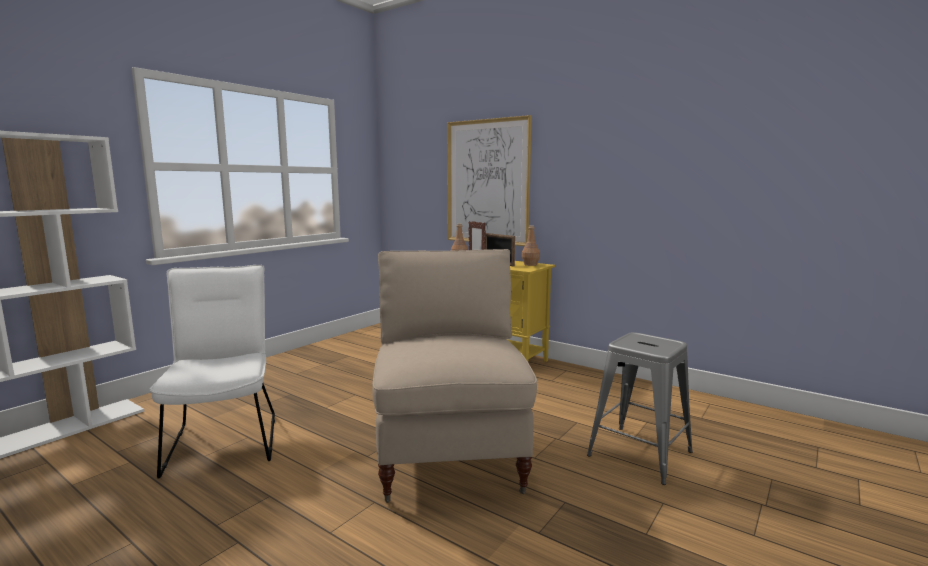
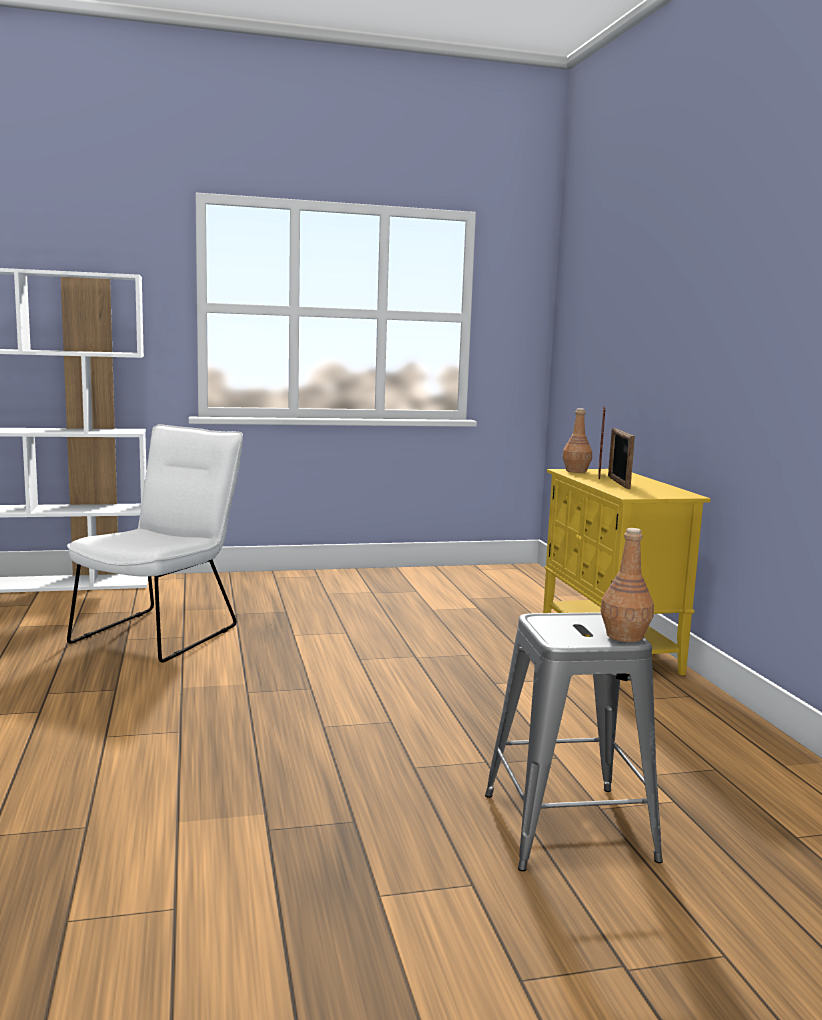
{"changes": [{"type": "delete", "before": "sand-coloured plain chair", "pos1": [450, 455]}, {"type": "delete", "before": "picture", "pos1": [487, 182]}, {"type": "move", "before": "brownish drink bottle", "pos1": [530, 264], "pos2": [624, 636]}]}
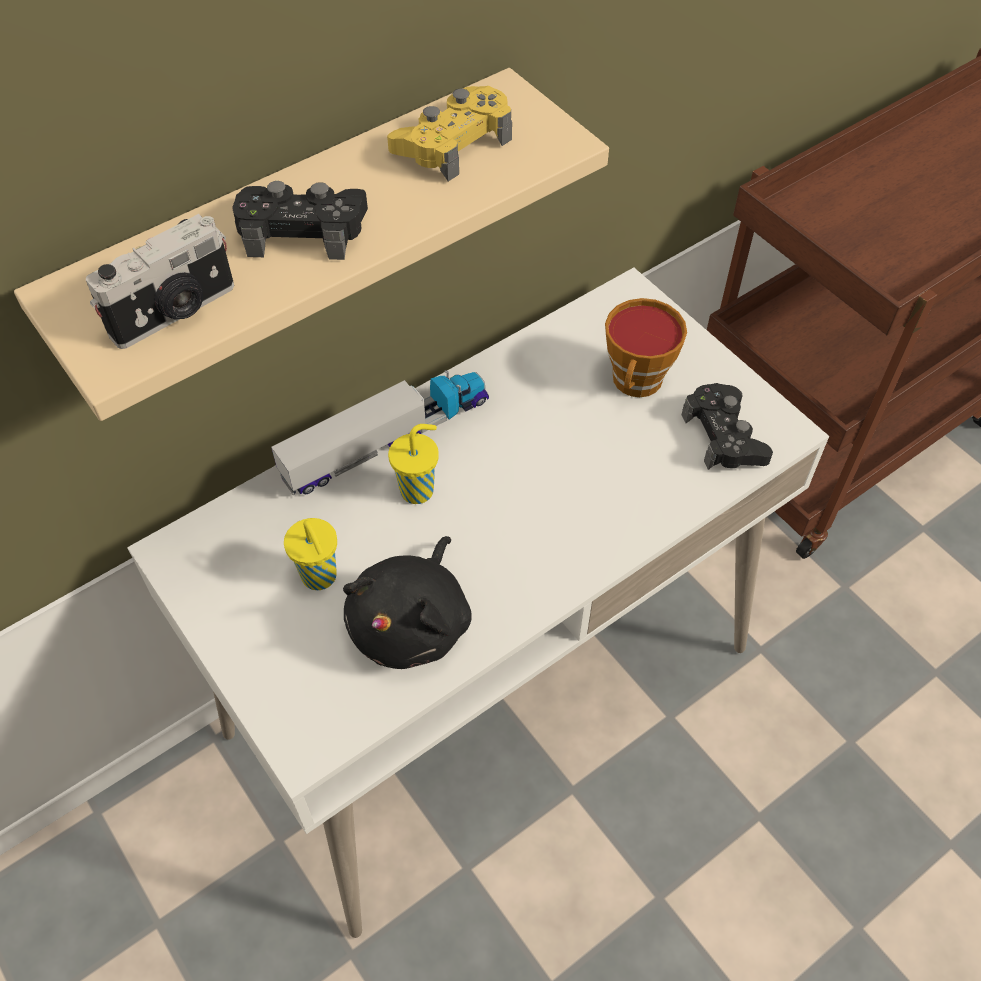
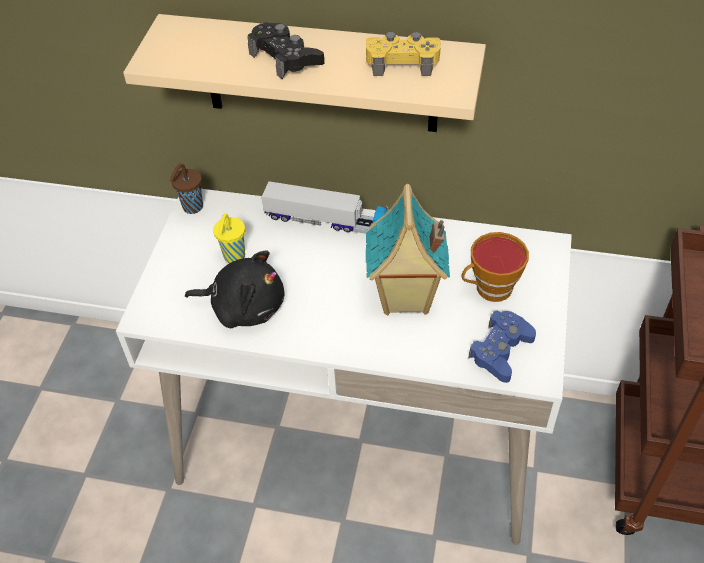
{"changes": [{"type": "delete", "before": "still camera", "pos1": [175, 313]}, {"type": "delete", "before": "yellow-coloured cup", "pos1": [419, 489]}, {"type": "insert", "after": "brownish cup", "pos2": [191, 208]}, {"type": "insert", "after": "toy house", "pos2": [404, 299]}, {"type": "recolor", "before": "blackish gamepad", "after": "bluish gamepad", "pos1": [724, 436], "pos2": [500, 350]}, {"type": "rotate", "before": "blackish soft toy", "pos1": [413, 622], "pos2": [244, 307], "turn": -150}]}
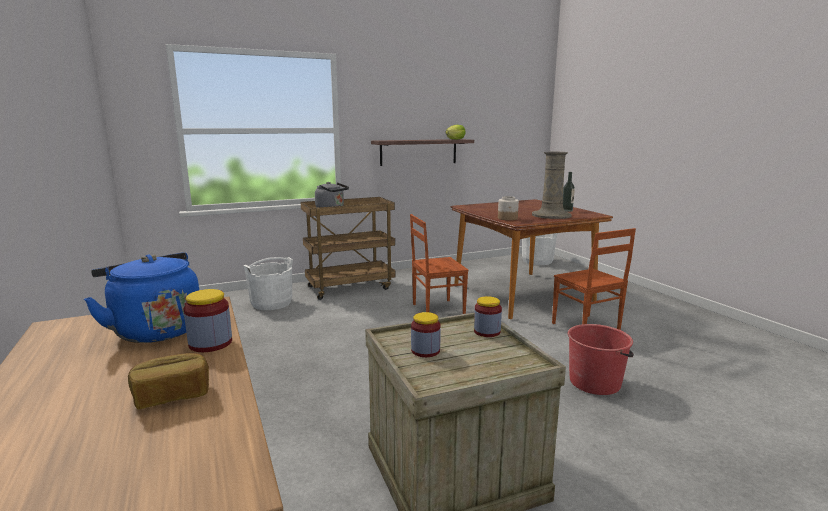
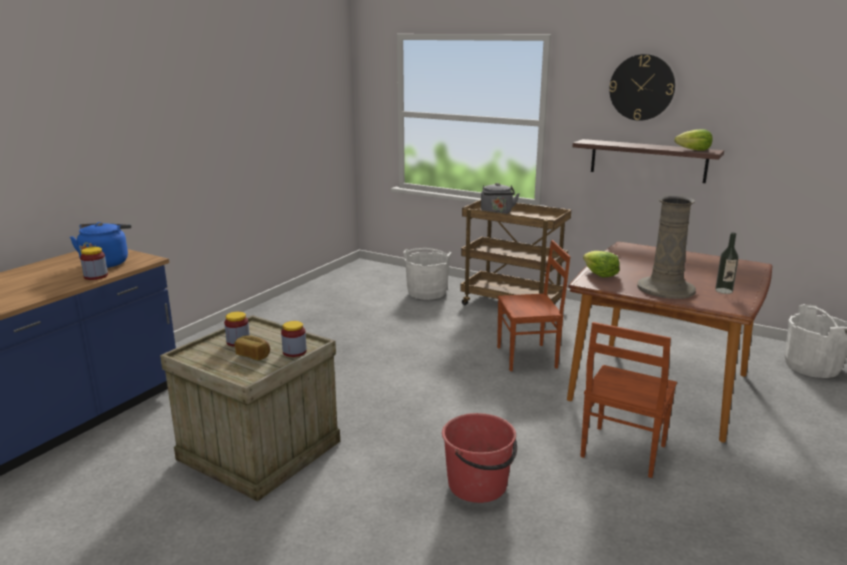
{"changes": [{"type": "insert", "after": "clock on the wall", "pos2": [641, 87]}, {"type": "move", "before": "bakery bread", "pos1": [172, 395], "pos2": [253, 355]}, {"type": "replace", "before": "jar", "after": "lettuce", "pos1": [507, 218], "pos2": [599, 274]}, {"type": "rotate", "before": "brownish plain chair", "pos1": [437, 309], "pos2": [528, 357], "turn": 135}]}
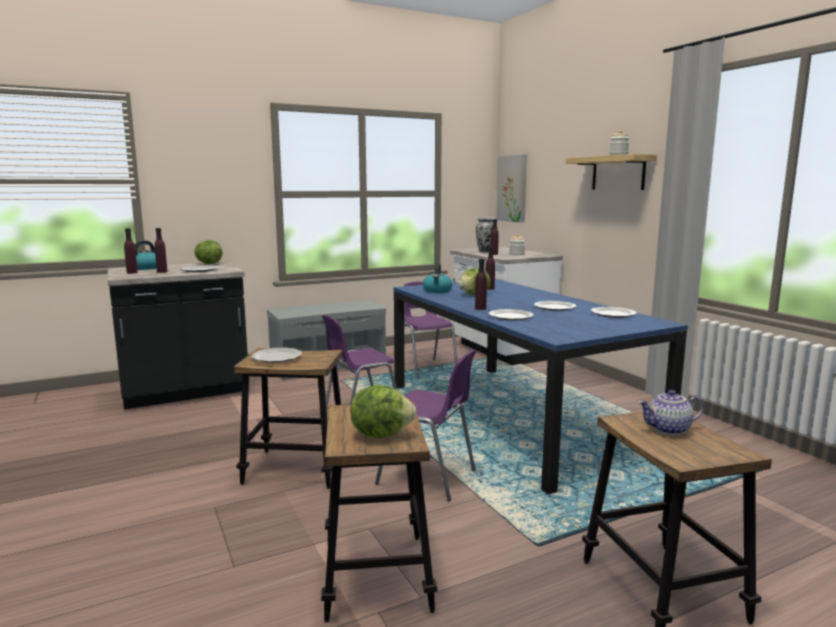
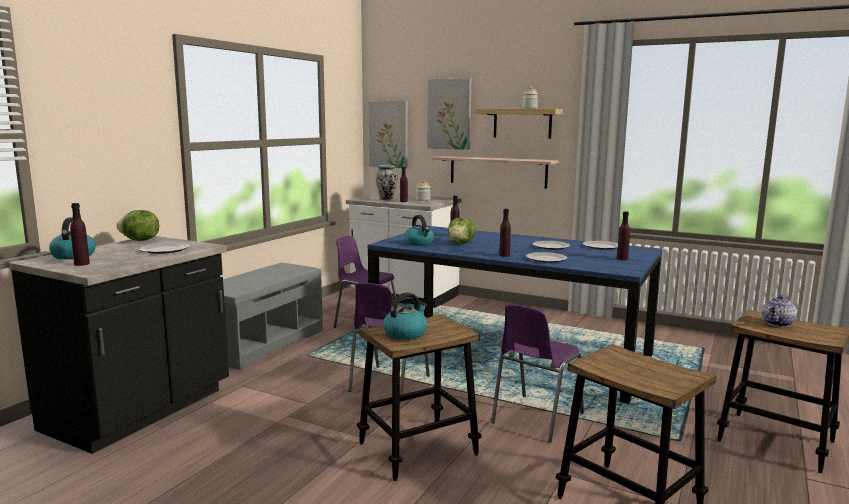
{"changes": [{"type": "delete", "before": "lettuce", "pos1": [381, 433]}, {"type": "insert", "after": "picture", "pos2": [449, 114]}, {"type": "insert", "after": "shelf", "pos2": [497, 171]}, {"type": "move", "before": "purple-coloured drink bottle", "pos1": [162, 272], "pos2": [622, 259]}, {"type": "replace", "before": "plate", "after": "kettle", "pos1": [276, 357], "pos2": [405, 333]}, {"type": "rotate", "before": "purple-coloured plain chair", "pos1": [429, 478], "pos2": [535, 419], "turn": 135}]}
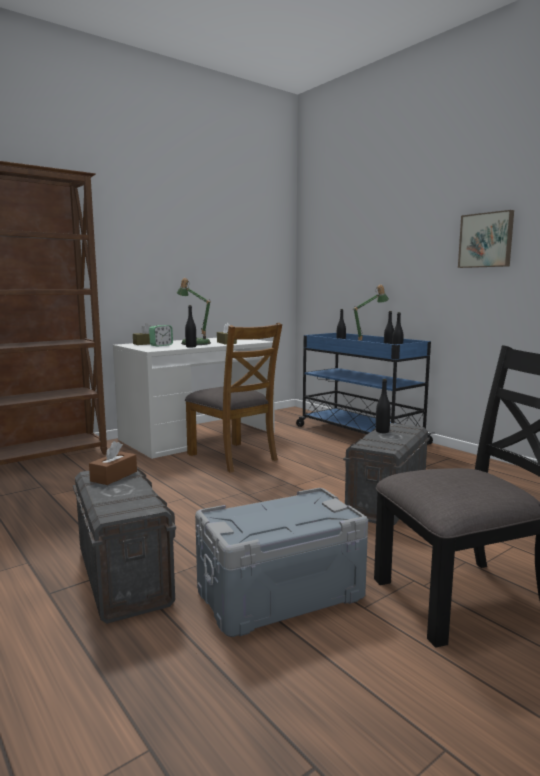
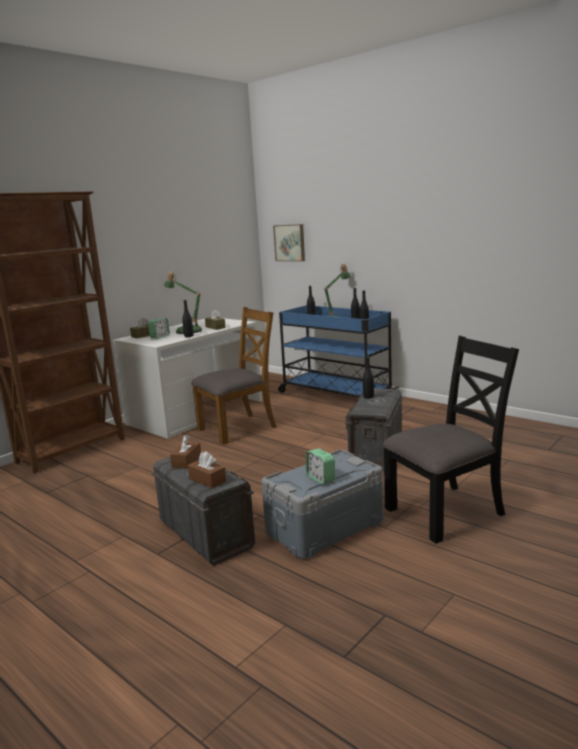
{"changes": [{"type": "insert", "after": "brownish box of tissues", "pos2": [207, 480]}, {"type": "insert", "after": "table clock", "pos2": [321, 478]}, {"type": "move", "before": "picture", "pos1": [486, 240], "pos2": [290, 242]}, {"type": "rotate", "before": "brownish plain chair", "pos1": [233, 457], "pos2": [238, 428], "turn": -75}]}
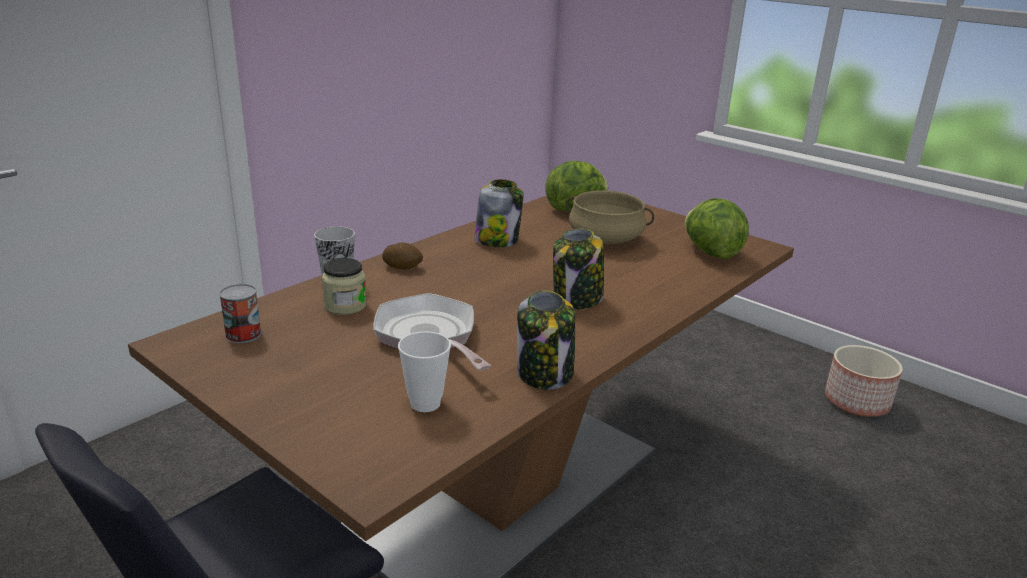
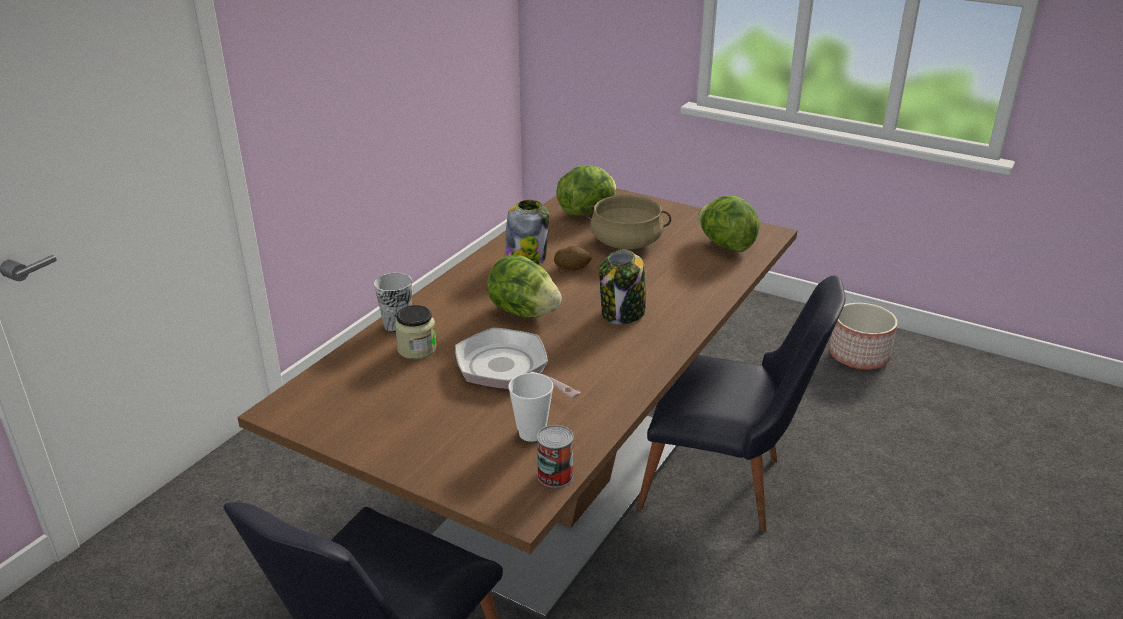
{"changes": [{"type": "delete", "before": "jar", "pos1": [545, 373]}, {"type": "insert", "after": "lettuce", "pos2": [523, 313]}, {"type": "insert", "after": "blackish plain chair", "pos2": [726, 487]}, {"type": "move", "before": "can", "pos1": [243, 334], "pos2": [555, 475]}, {"type": "move", "before": "potato", "pos1": [402, 267], "pos2": [572, 267]}]}
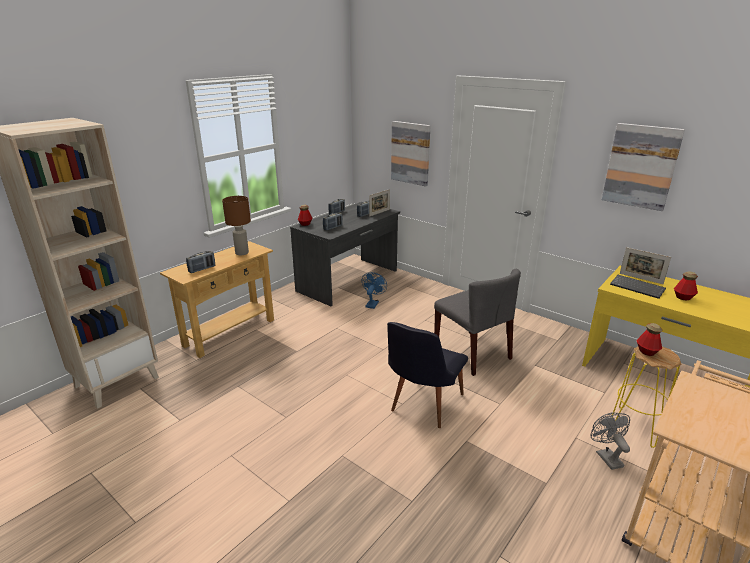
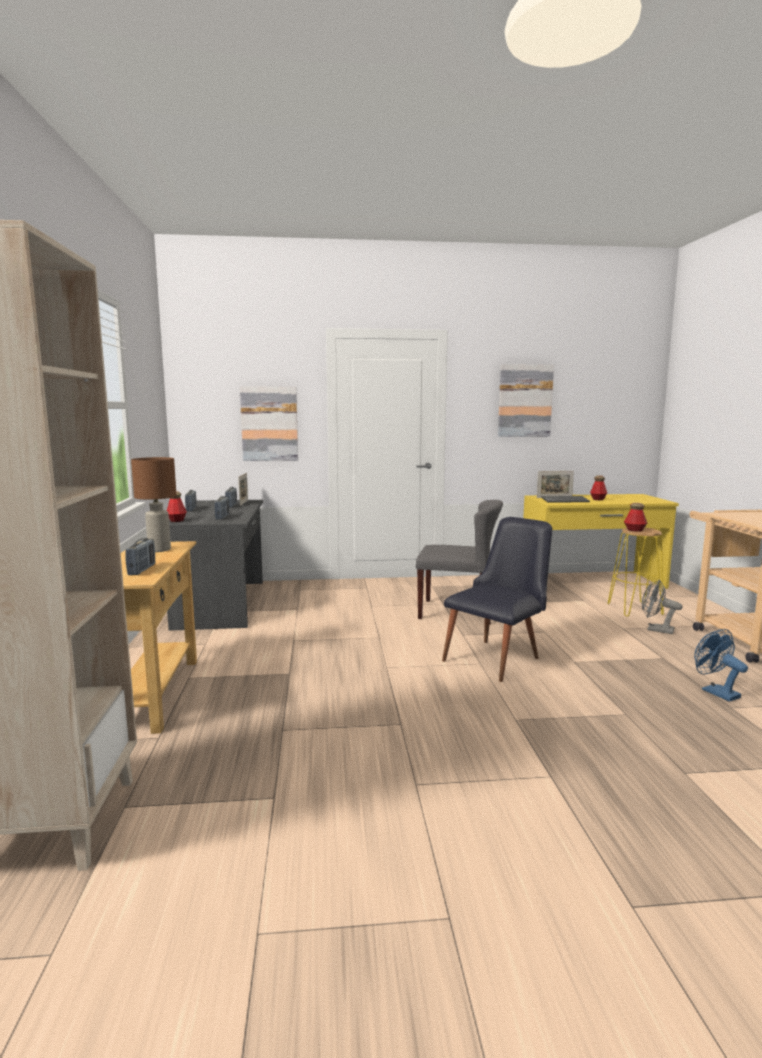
{"changes": [{"type": "move", "before": "bluish electric fan", "pos1": [373, 303], "pos2": [715, 692]}, {"type": "rotate", "before": "blackish plain chair", "pos1": [422, 406], "pos2": [498, 657], "turn": -120}]}
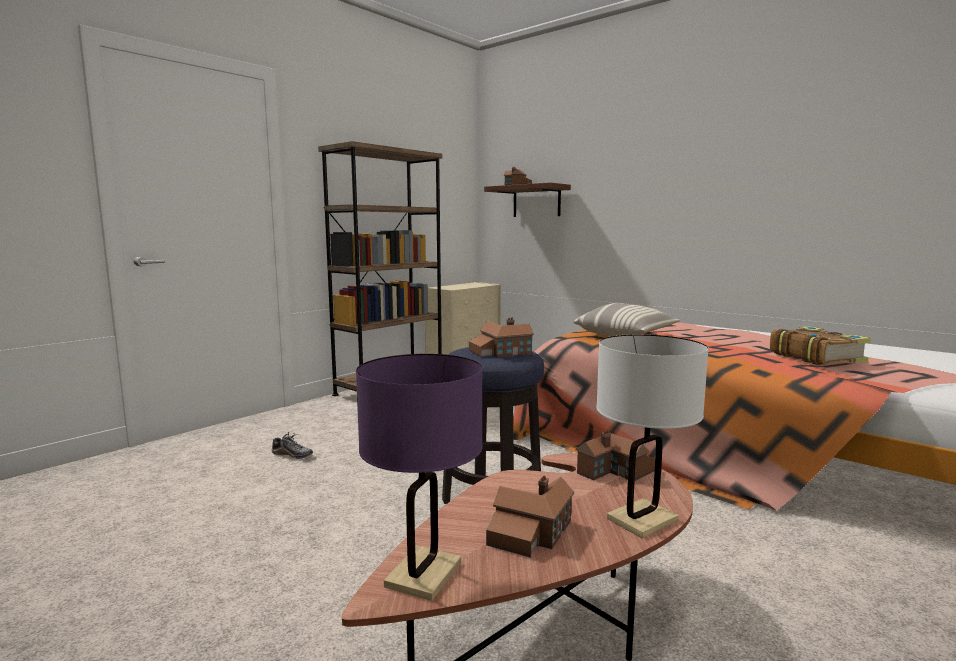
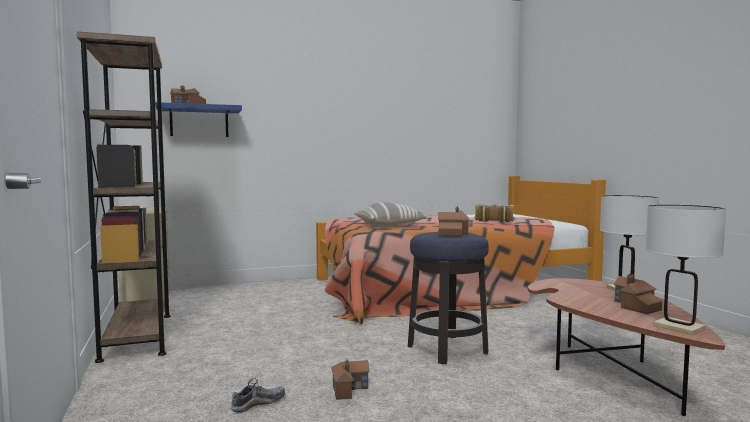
{"changes": [{"type": "move", "before": "toy house", "pos1": [615, 471], "pos2": [349, 388]}, {"type": "recolor", "before": "purple-coloured tabletop lamp", "after": "whitish tabletop lamp", "pos1": [423, 574], "pos2": [678, 327]}, {"type": "recolor", "before": "brownish shelf", "after": "bluish shelf", "pos1": [536, 201], "pos2": [199, 121]}]}
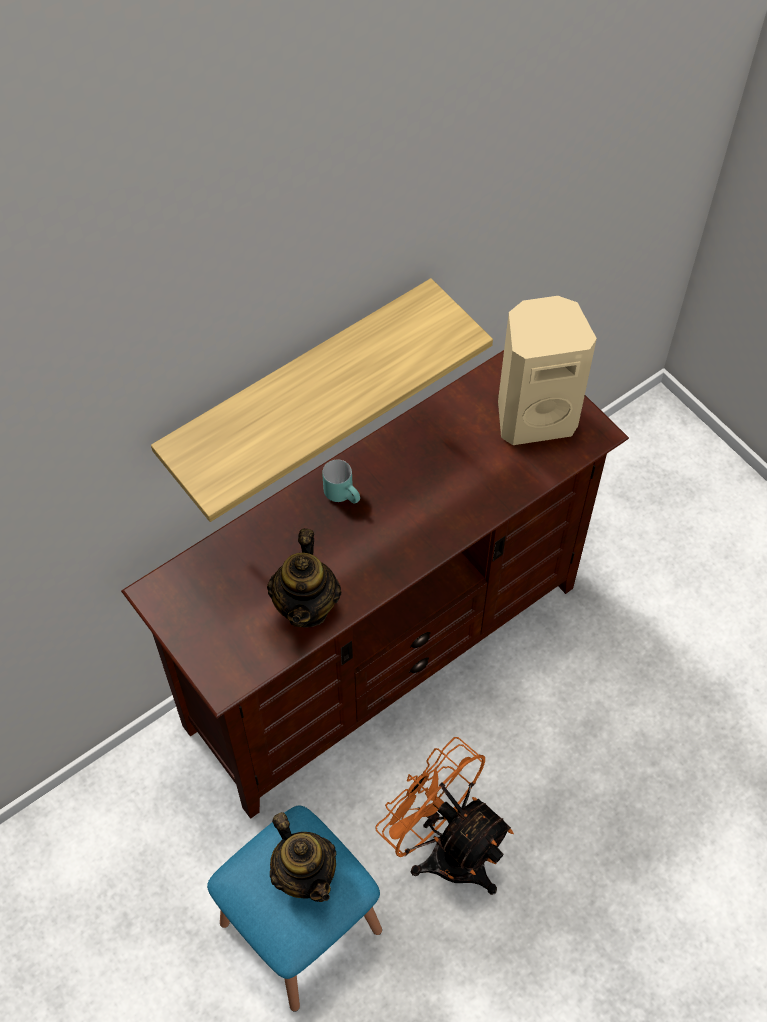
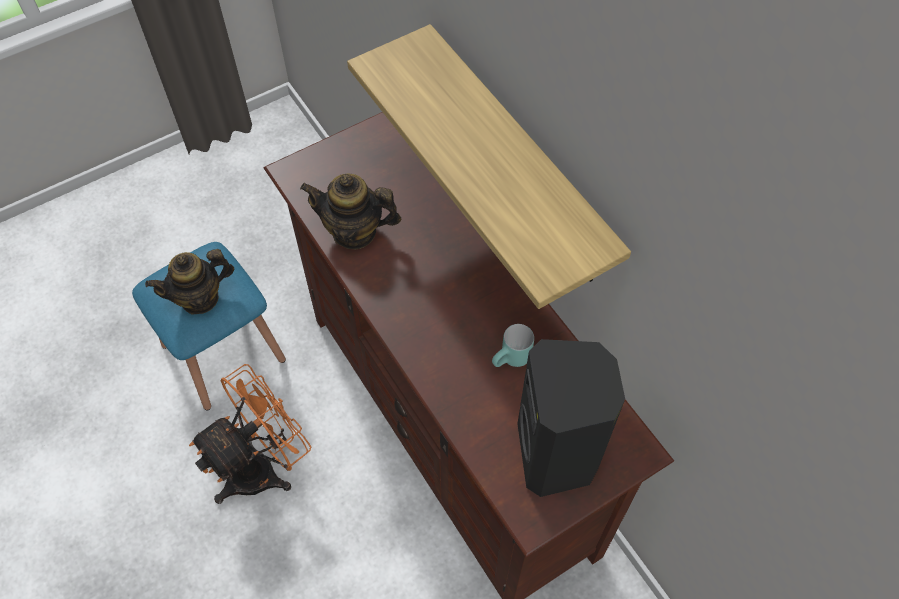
{"changes": [{"type": "move", "before": "turquoise mug", "pos1": [344, 494], "pos2": [512, 360]}, {"type": "recolor", "before": "sand-coloured audio speaker", "after": "blackish audio speaker", "pos1": [534, 416], "pos2": [558, 453]}]}
